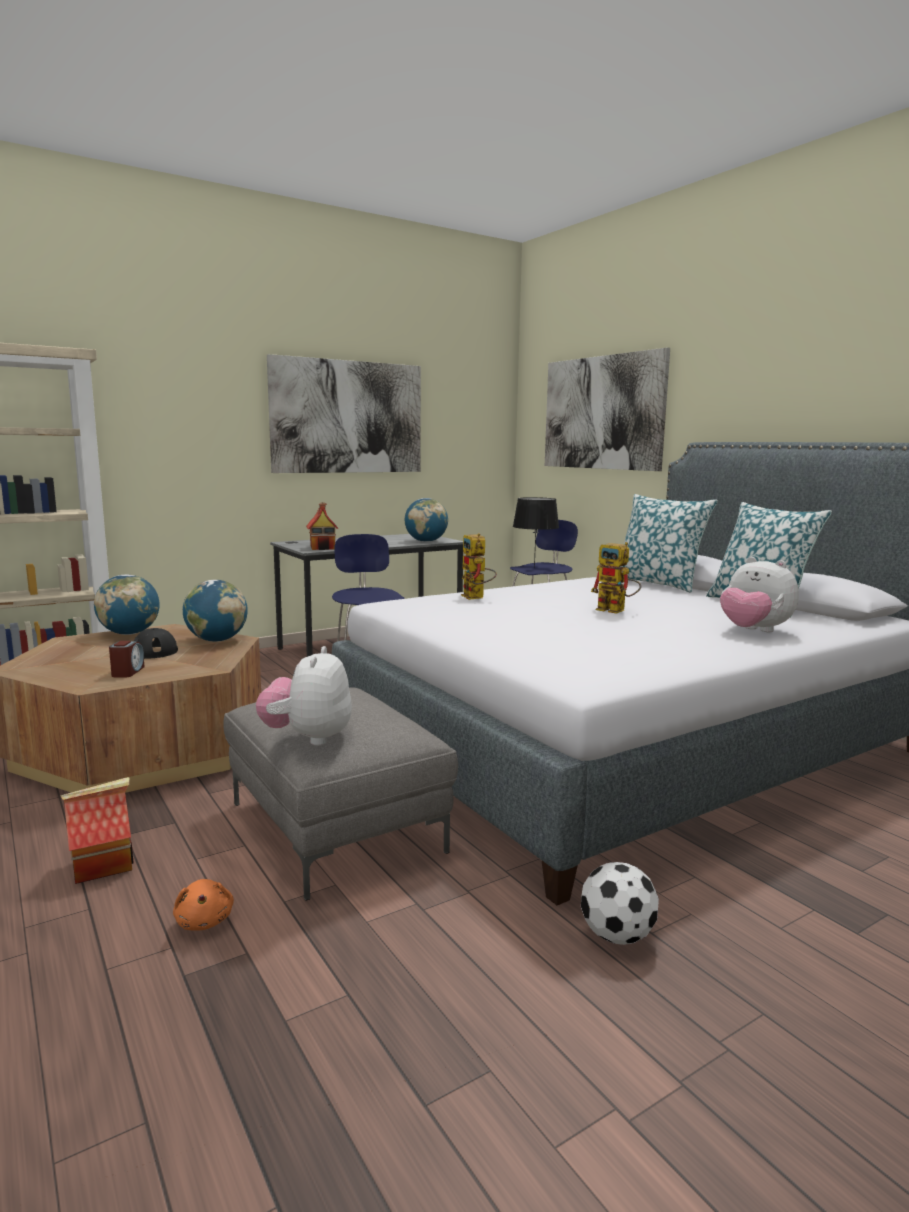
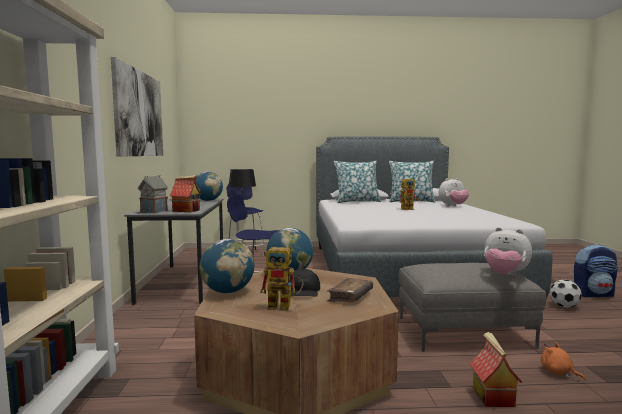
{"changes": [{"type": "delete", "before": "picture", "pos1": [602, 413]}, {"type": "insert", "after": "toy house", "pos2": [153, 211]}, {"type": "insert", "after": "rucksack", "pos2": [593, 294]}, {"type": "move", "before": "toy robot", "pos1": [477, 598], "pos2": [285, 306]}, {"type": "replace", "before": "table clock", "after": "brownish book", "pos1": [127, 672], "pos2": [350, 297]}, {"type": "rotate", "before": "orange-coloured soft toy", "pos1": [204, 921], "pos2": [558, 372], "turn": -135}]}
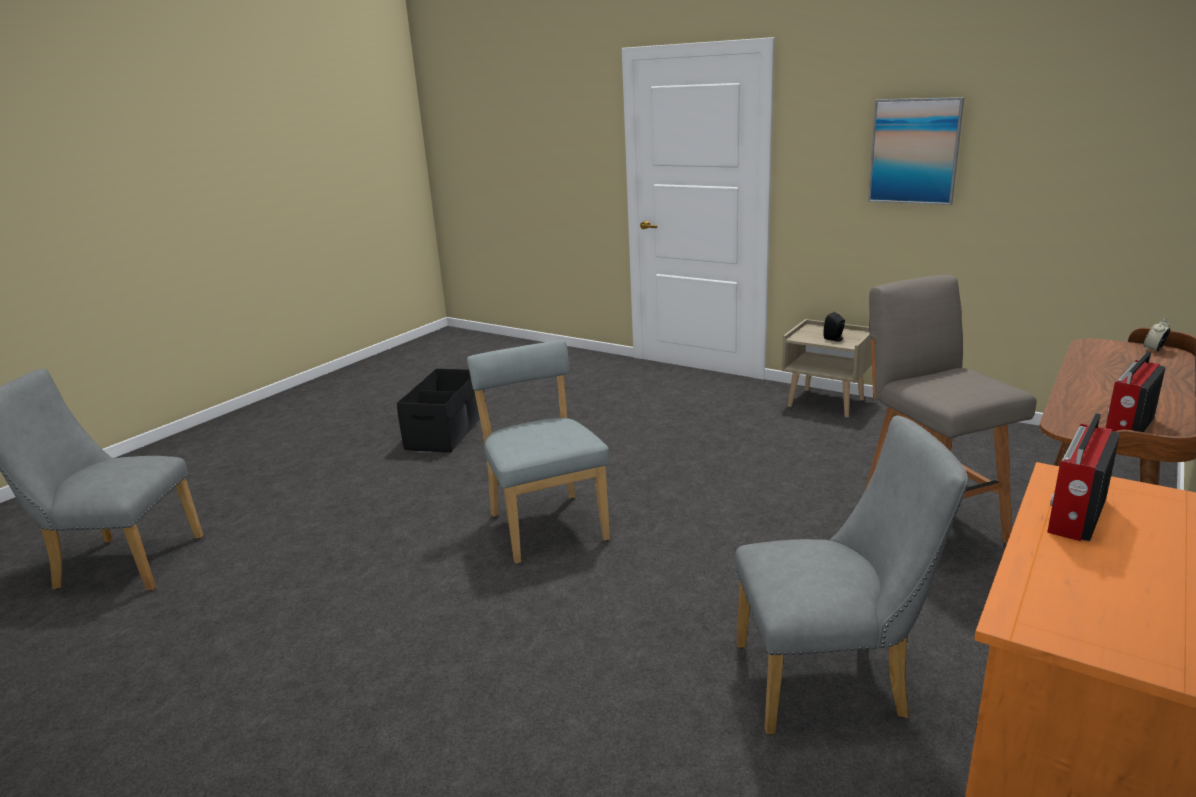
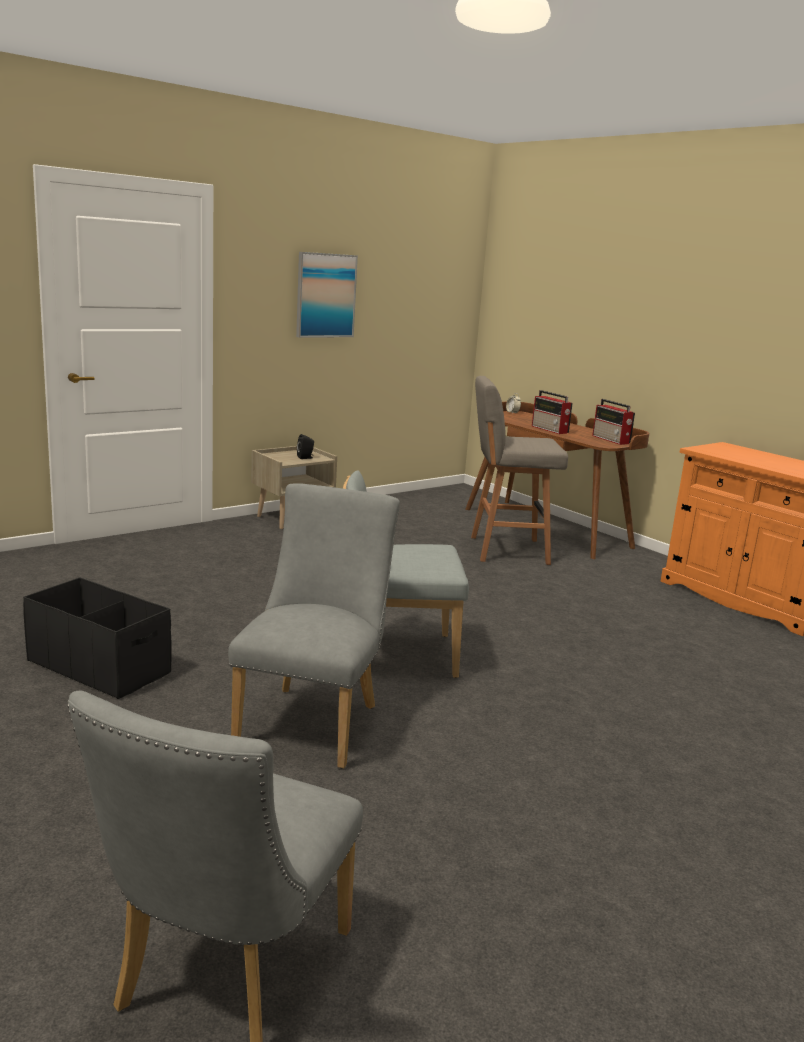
{"changes": [{"type": "move", "before": "greyish plain chair", "pos1": [832, 681], "pos2": [313, 720]}, {"type": "move", "before": "radio receiver", "pos1": [1075, 516], "pos2": [550, 430]}]}
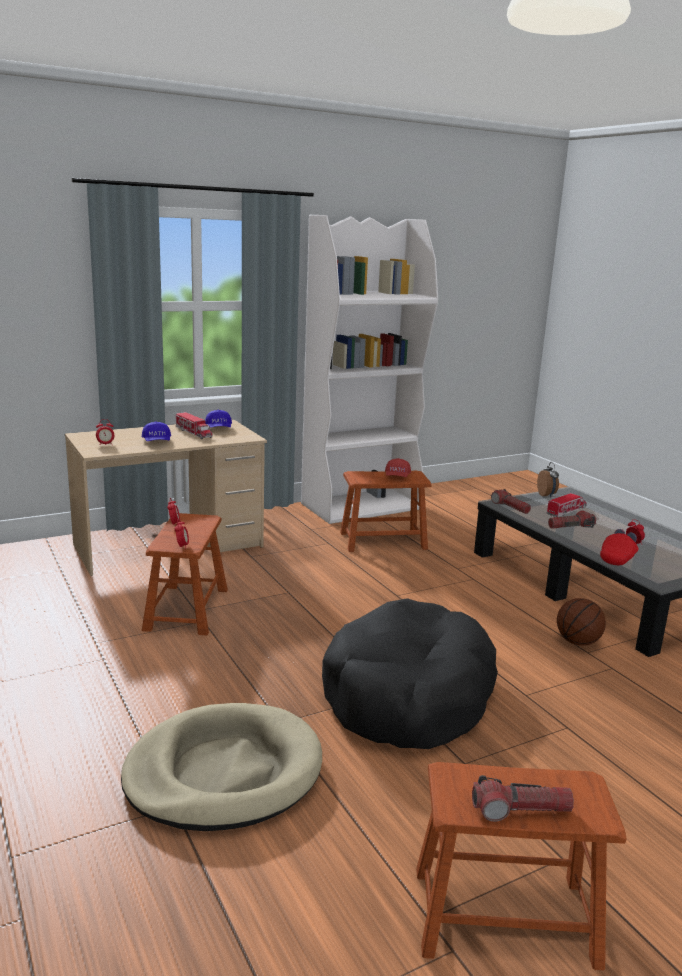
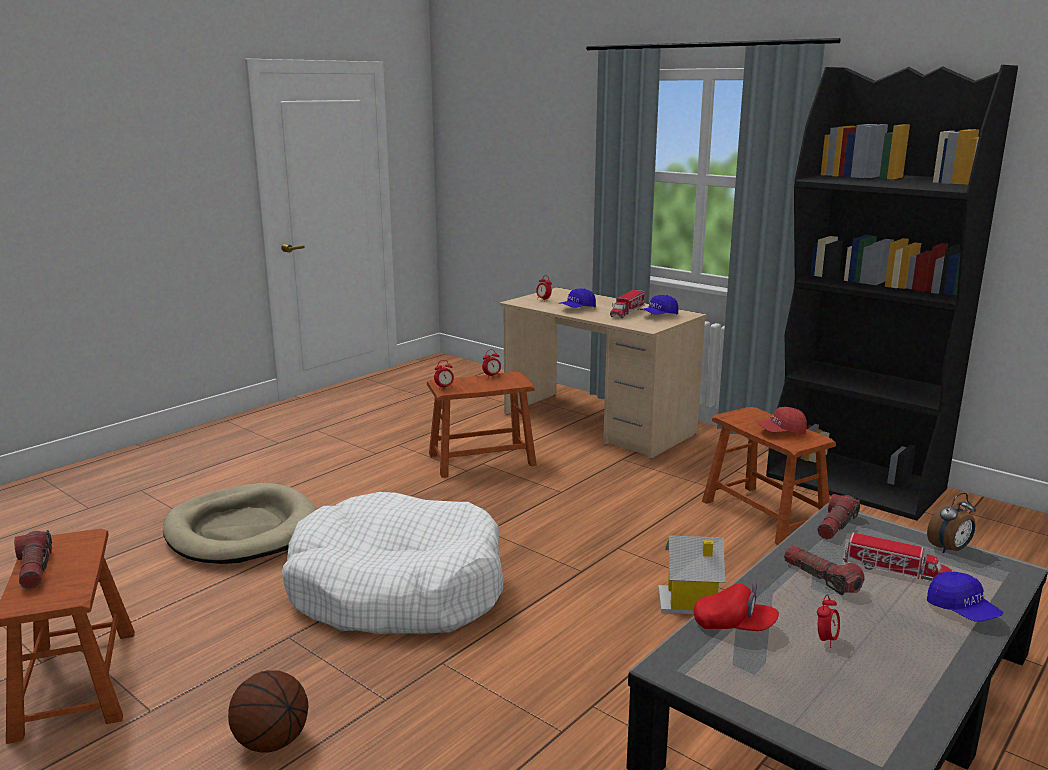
{"changes": [{"type": "insert", "after": "toy house", "pos2": [690, 602]}, {"type": "insert", "after": "bluish baseball cap", "pos2": [962, 611]}, {"type": "move", "before": "ball for basketball", "pos1": [577, 642], "pos2": [271, 741]}, {"type": "recolor", "before": "whitish bookcase", "after": "blackish bookcase", "pos1": [361, 506], "pos2": [856, 483]}, {"type": "recolor", "before": "blackish dog bed", "after": "whitish dog bed", "pos1": [408, 695], "pos2": [397, 588]}]}
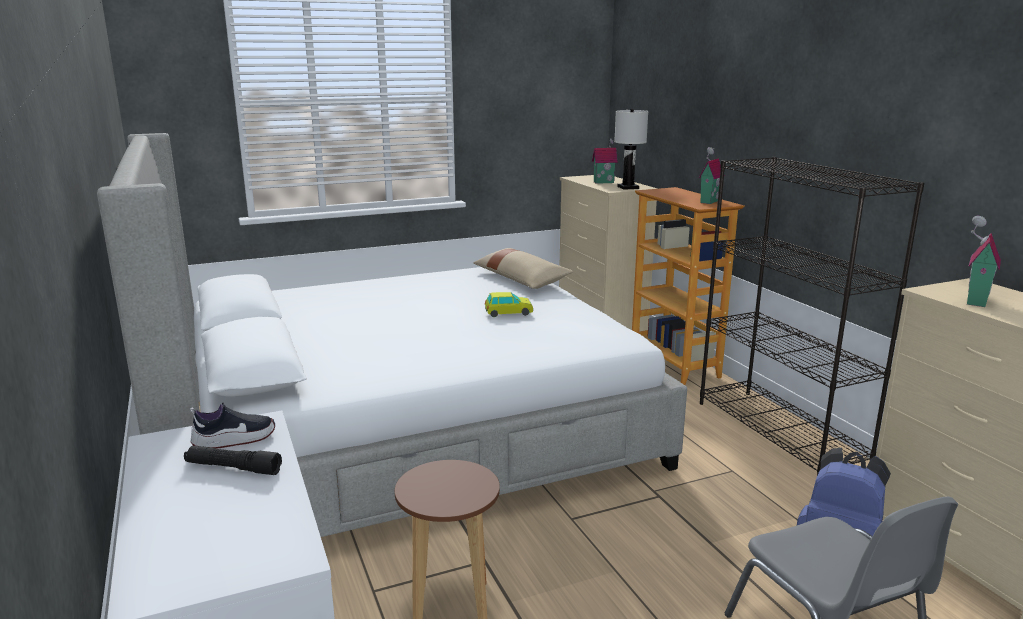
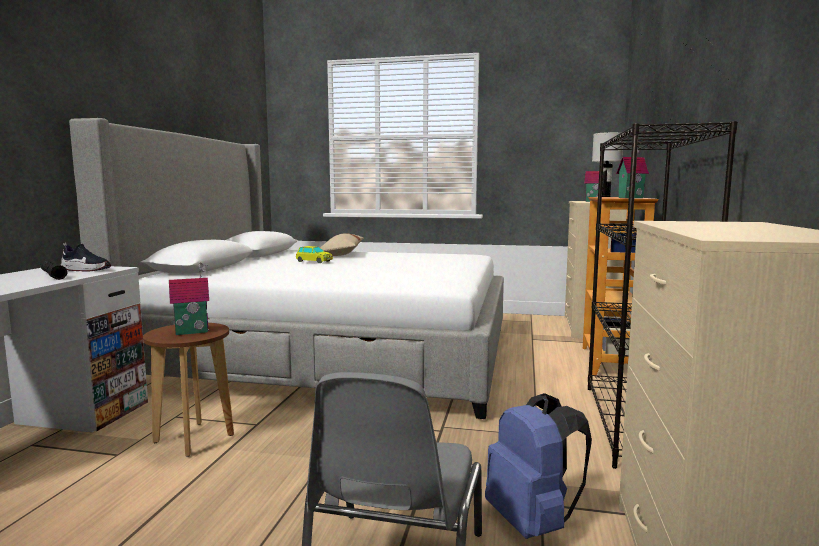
{"changes": [{"type": "move", "before": "sand-coloured throw pillow", "pos1": [521, 279], "pos2": [341, 254]}, {"type": "move", "before": "toy car", "pos1": [508, 313], "pos2": [314, 261]}, {"type": "move", "before": "toy house", "pos1": [973, 300], "pos2": [192, 331]}]}
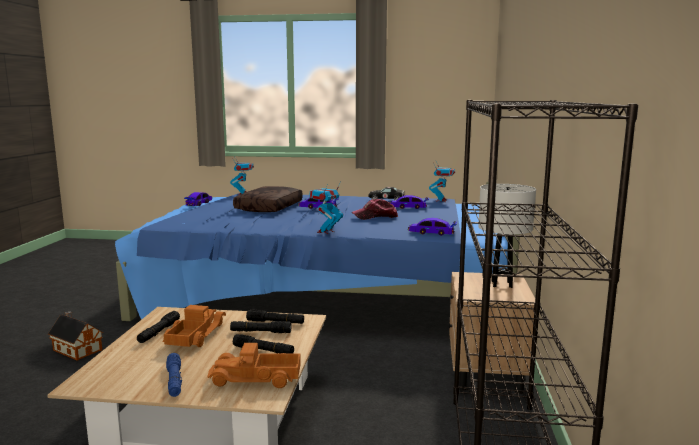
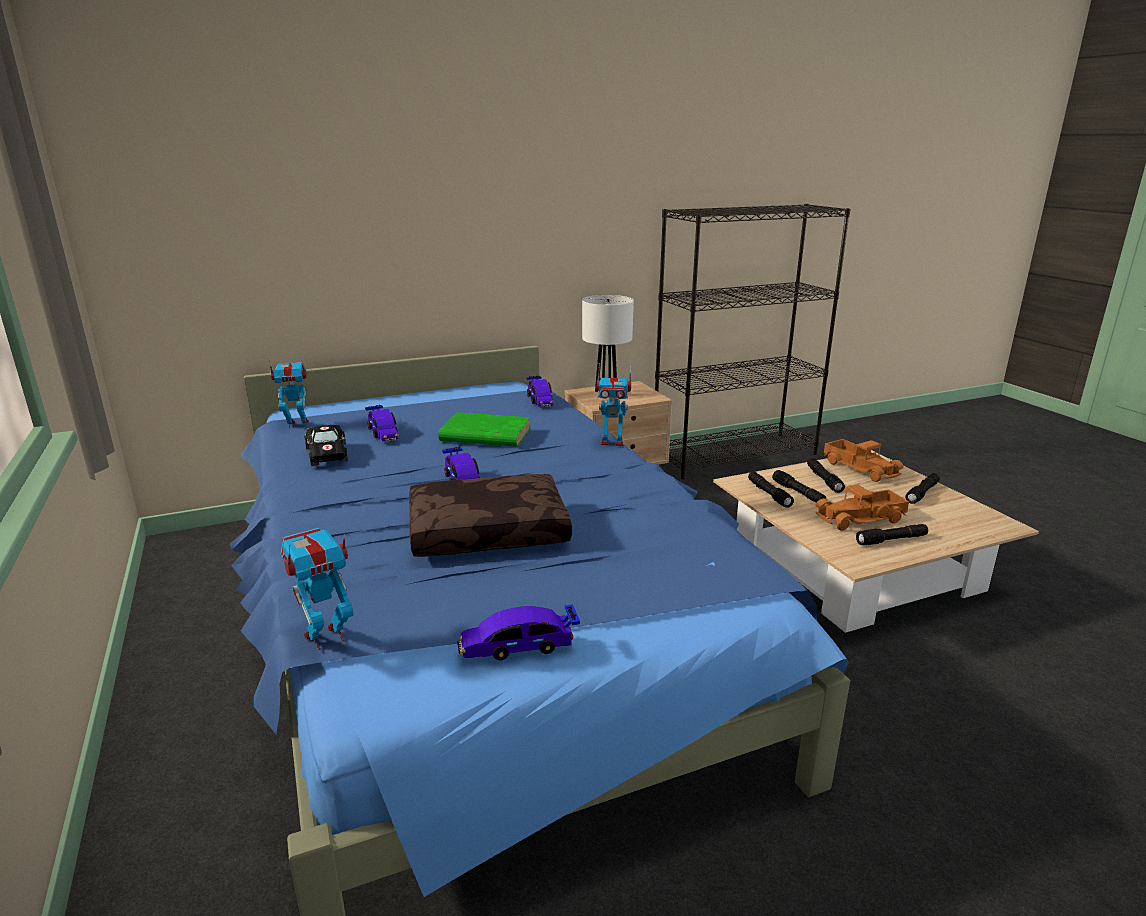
{"changes": [{"type": "delete", "before": "toy house", "pos1": [77, 349]}, {"type": "replace", "before": "baseball cap", "after": "green book", "pos1": [375, 217], "pos2": [485, 435]}, {"type": "recolor", "before": "bluish hand torch", "after": "blackish hand torch", "pos1": [174, 380], "pos2": [922, 493]}]}
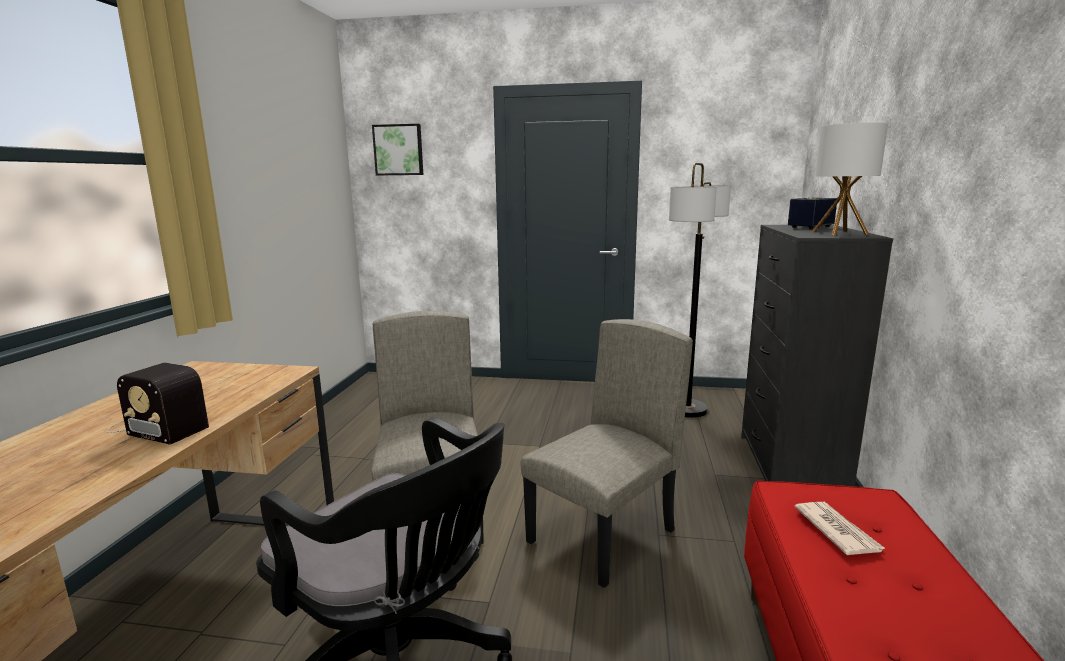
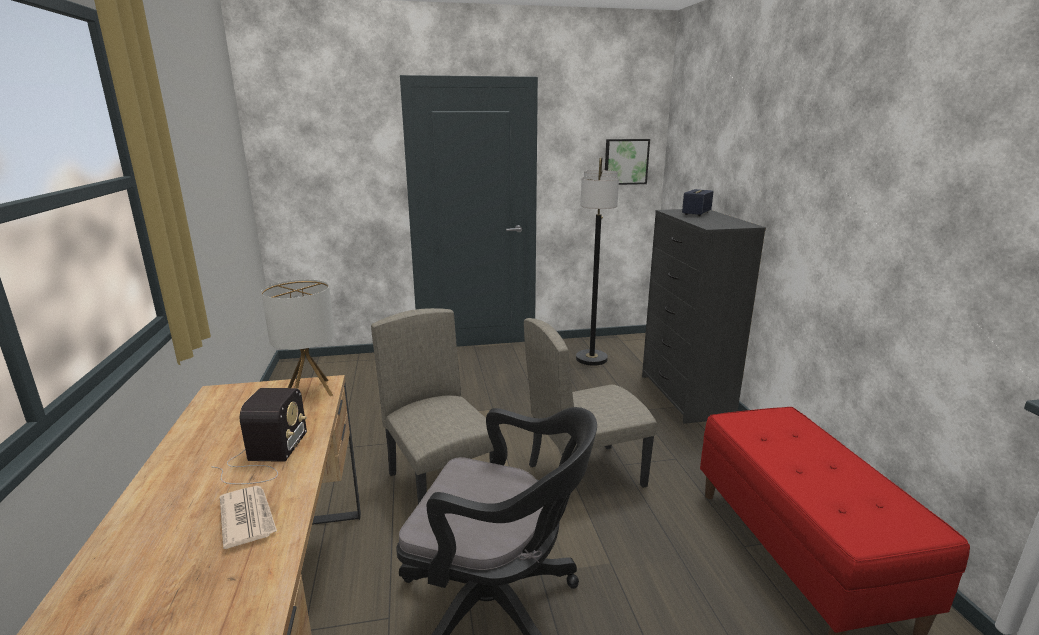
{"changes": [{"type": "move", "before": "picture", "pos1": [399, 150], "pos2": [625, 161]}, {"type": "move", "before": "daily paper", "pos1": [836, 530], "pos2": [248, 518]}, {"type": "move", "before": "tabletop lamp", "pos1": [839, 233], "pos2": [310, 391]}, {"type": "rotate", "before": "radio receiver", "pos1": [157, 425], "pos2": [264, 457], "turn": -90}, {"type": "rotate", "before": "sand-coloured plain chair", "pos1": [603, 537], "pos2": [585, 475], "turn": -135}]}
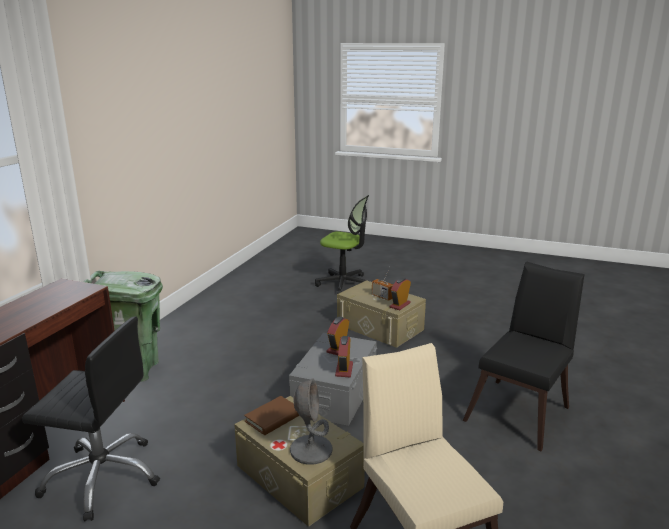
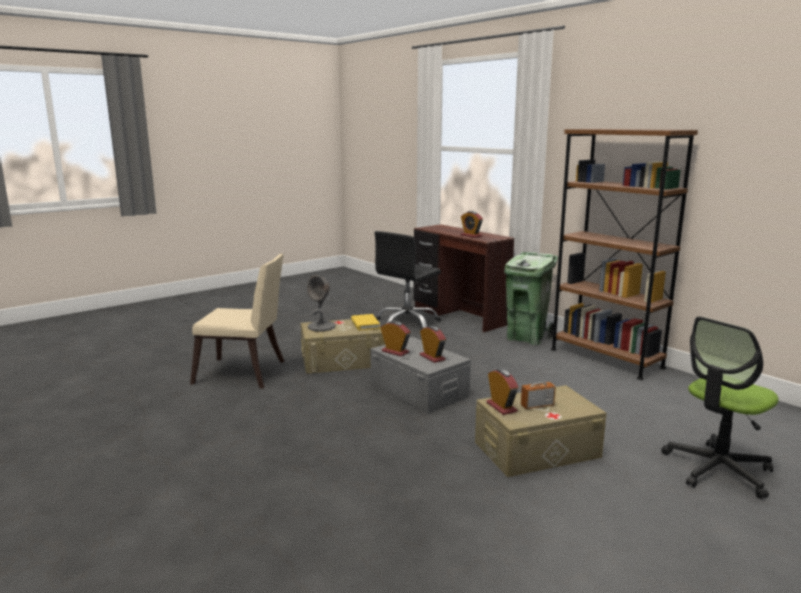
{"changes": [{"type": "delete", "before": "blackish plain chair", "pos1": [521, 410]}, {"type": "insert", "after": "table clock", "pos2": [471, 235]}, {"type": "insert", "after": "brownish bookcase", "pos2": [606, 358]}, {"type": "recolor", "before": "brownish book", "after": "yellow-coloured book", "pos1": [273, 418], "pos2": [365, 324]}]}
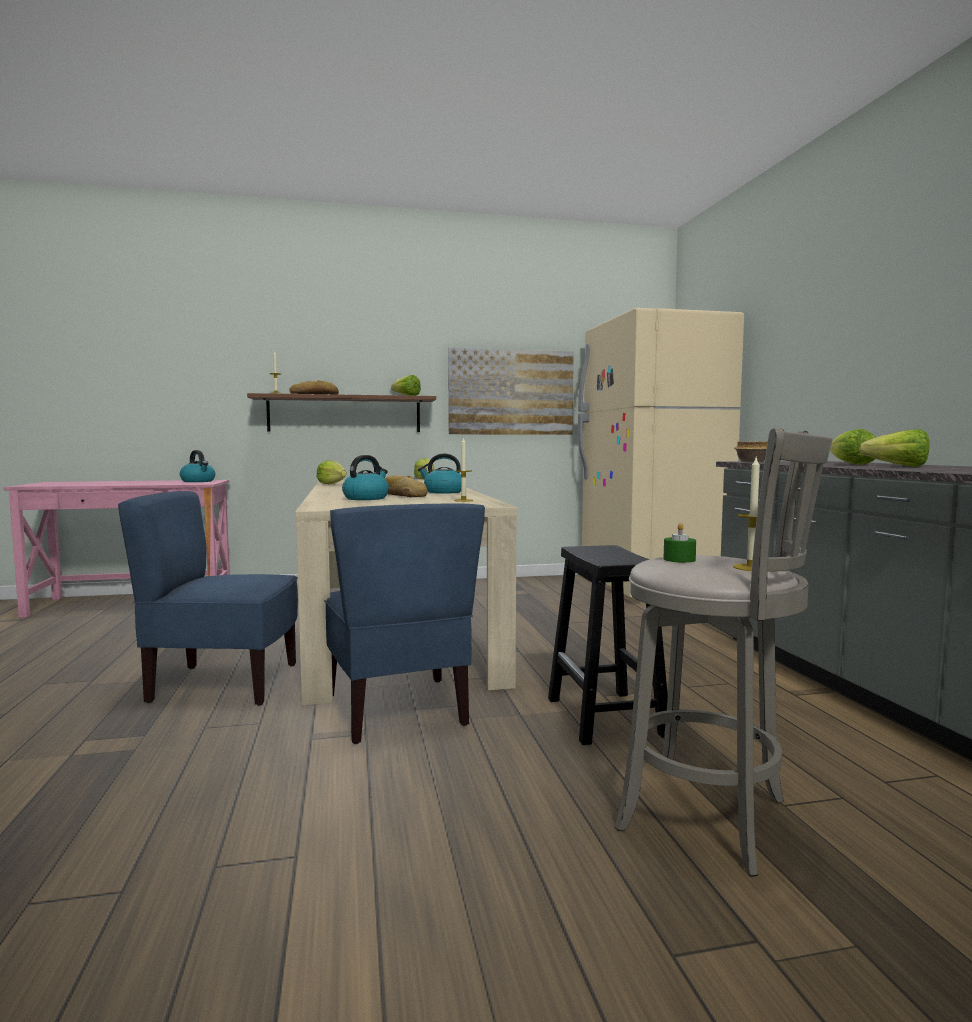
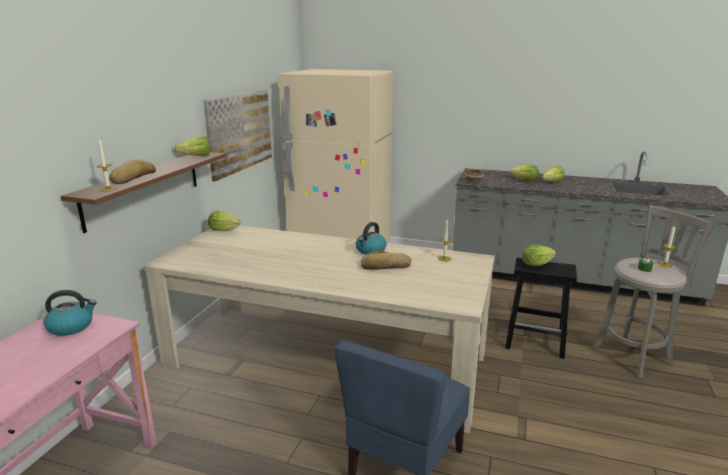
{"changes": [{"type": "delete", "before": "bluish plain chair", "pos1": [397, 710]}, {"type": "delete", "before": "kettle", "pos1": [366, 498]}, {"type": "move", "before": "lettuce", "pos1": [332, 484], "pos2": [536, 264]}]}
